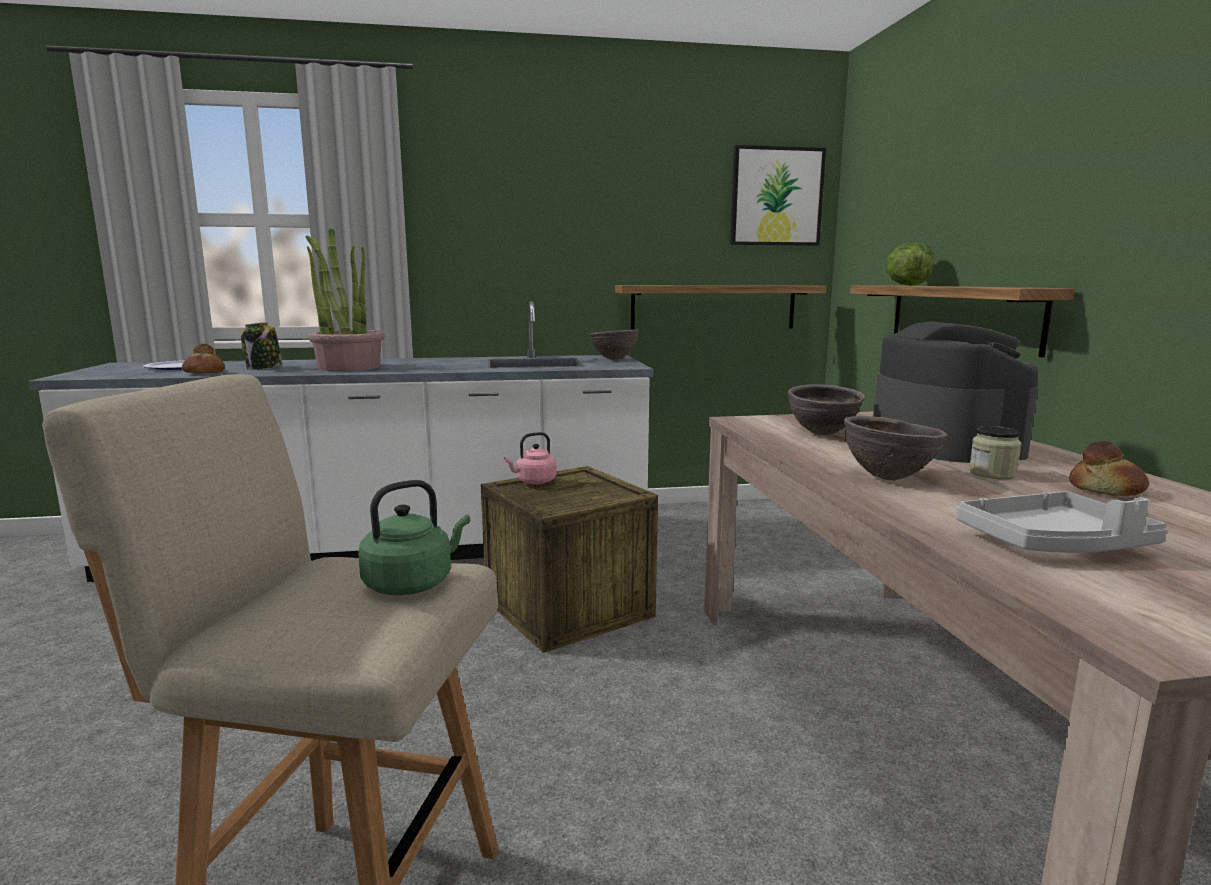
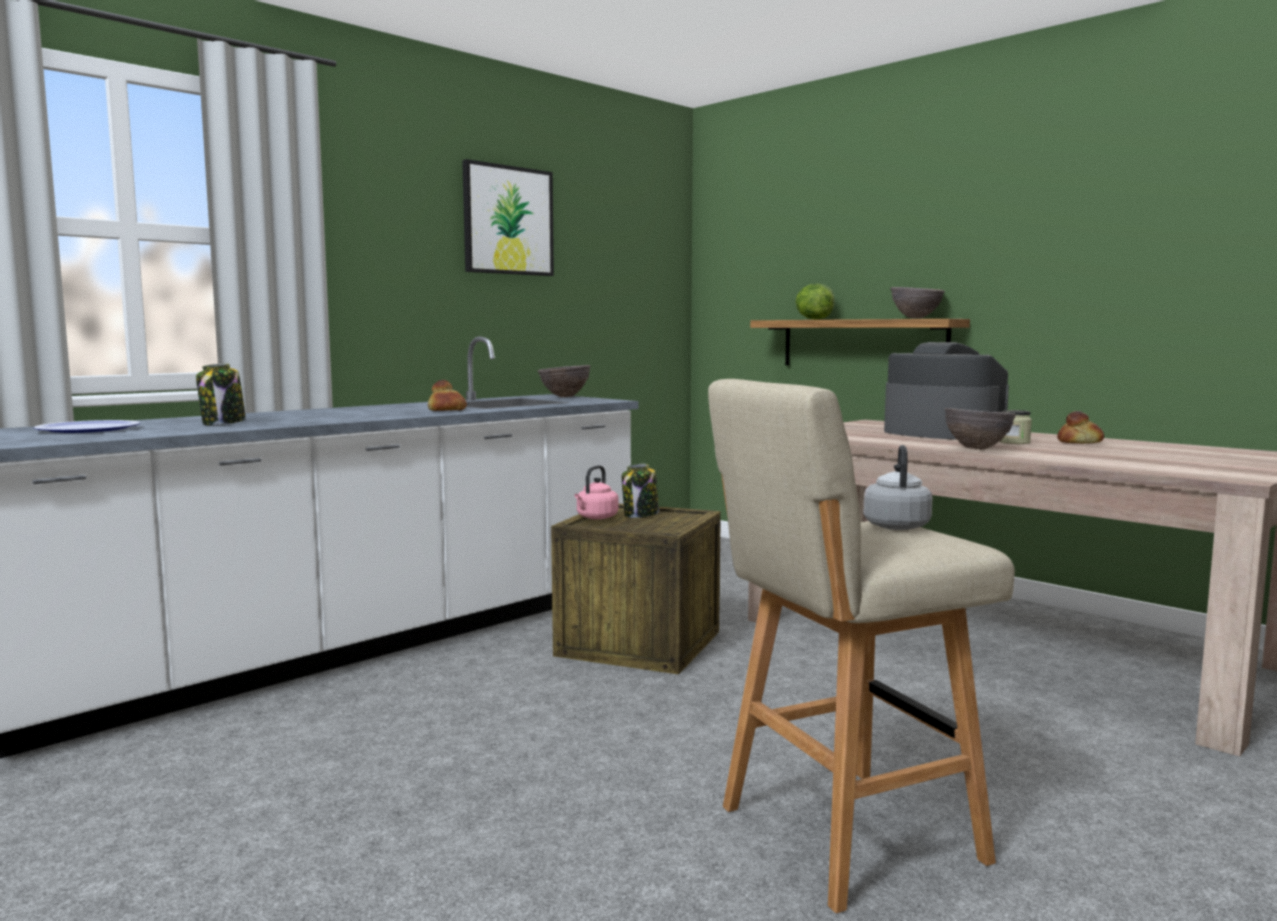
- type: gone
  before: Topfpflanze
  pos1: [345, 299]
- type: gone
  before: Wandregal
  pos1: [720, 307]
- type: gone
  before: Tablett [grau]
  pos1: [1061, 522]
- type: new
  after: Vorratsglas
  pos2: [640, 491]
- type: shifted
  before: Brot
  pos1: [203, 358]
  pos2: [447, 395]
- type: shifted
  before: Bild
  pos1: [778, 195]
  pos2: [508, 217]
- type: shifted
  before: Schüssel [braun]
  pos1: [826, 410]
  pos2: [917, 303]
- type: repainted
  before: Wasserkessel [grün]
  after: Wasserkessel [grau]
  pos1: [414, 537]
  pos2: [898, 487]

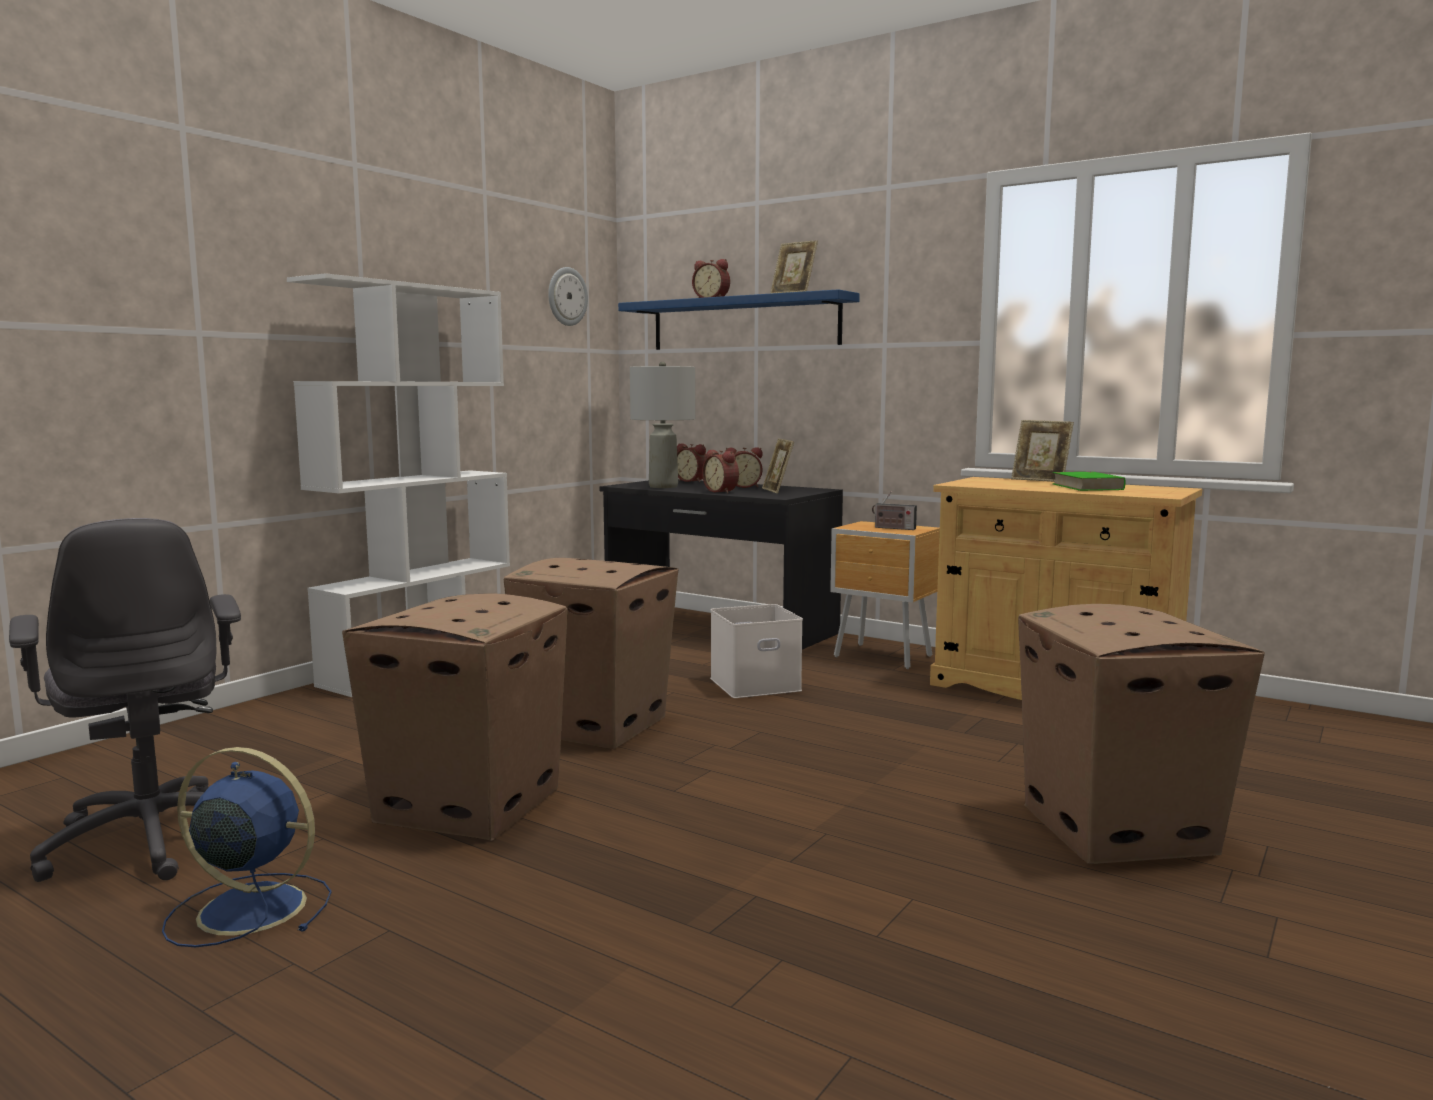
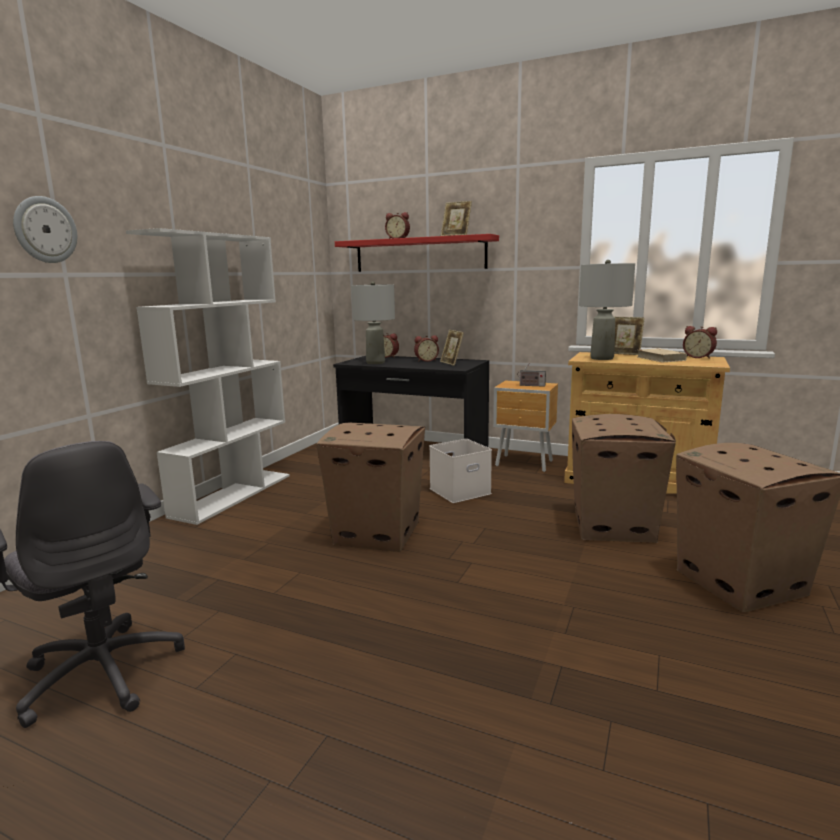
- type: gone
  before: Ventilator [blau]
  pos1: [247, 847]
- type: new
  after: Tischlampe [grau]
  pos2: [607, 310]
- type: shifted
  before: Karton
  pos1: [455, 717]
  pos2: [624, 478]
- type: shifted
  before: Wanduhr
  pos1: [568, 296]
  pos2: [45, 229]
- type: shifted
  before: Wecker
  pos1: [720, 471]
  pos2: [700, 342]
- type: repainted
  before: Wandregal [blau]
  after: Wandregal [rot]
  pos1: [739, 319]
  pos2: [417, 253]
- type: repainted
  before: Buch [grün]
  after: Buch [beige]
  pos1: [1088, 481]
  pos2: [662, 355]

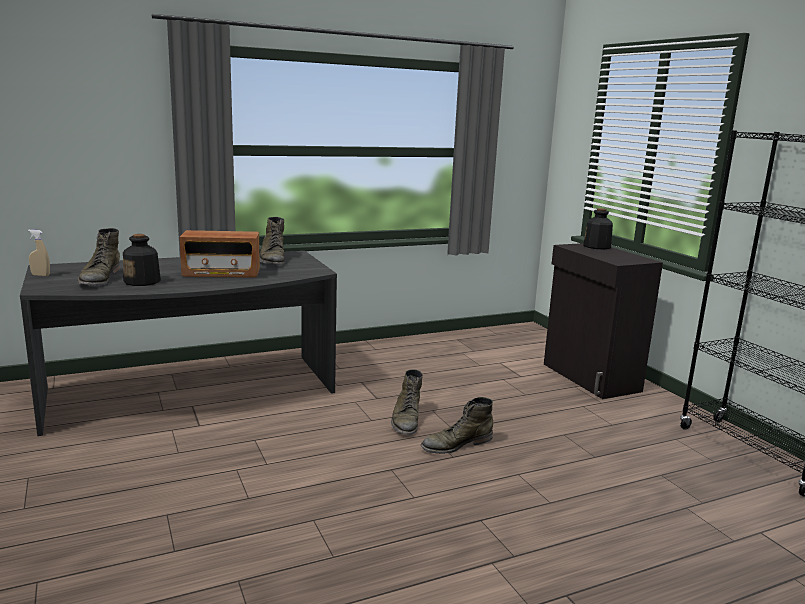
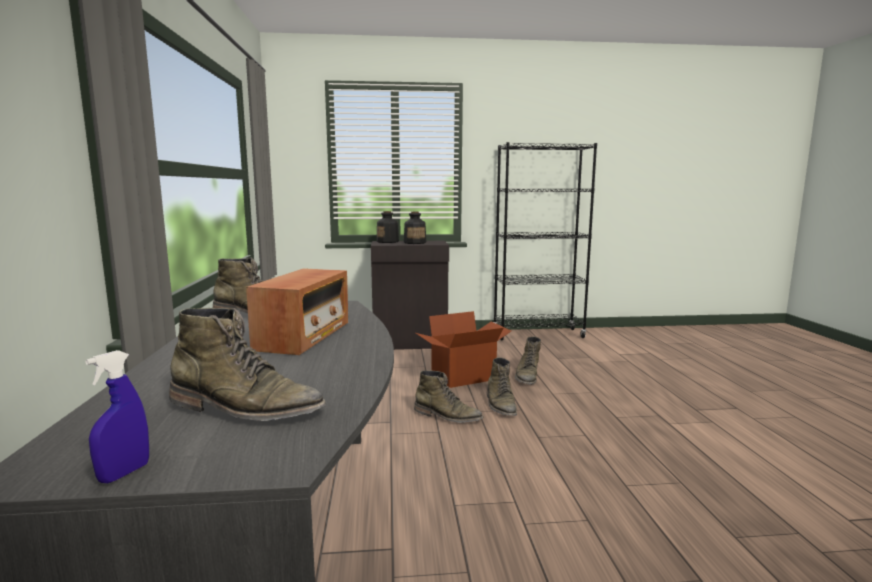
- type: new
  after: Karton
  pos2: [463, 349]
- type: new
  after: Stiefel [grün]
  pos2: [528, 361]
- type: shifted
  before: Flasche
  pos1: [142, 260]
  pos2: [415, 228]
- type: repainted
  before: Sprühflasche [beige]
  after: Sprühflasche [blau]
  pos1: [39, 252]
  pos2: [117, 416]

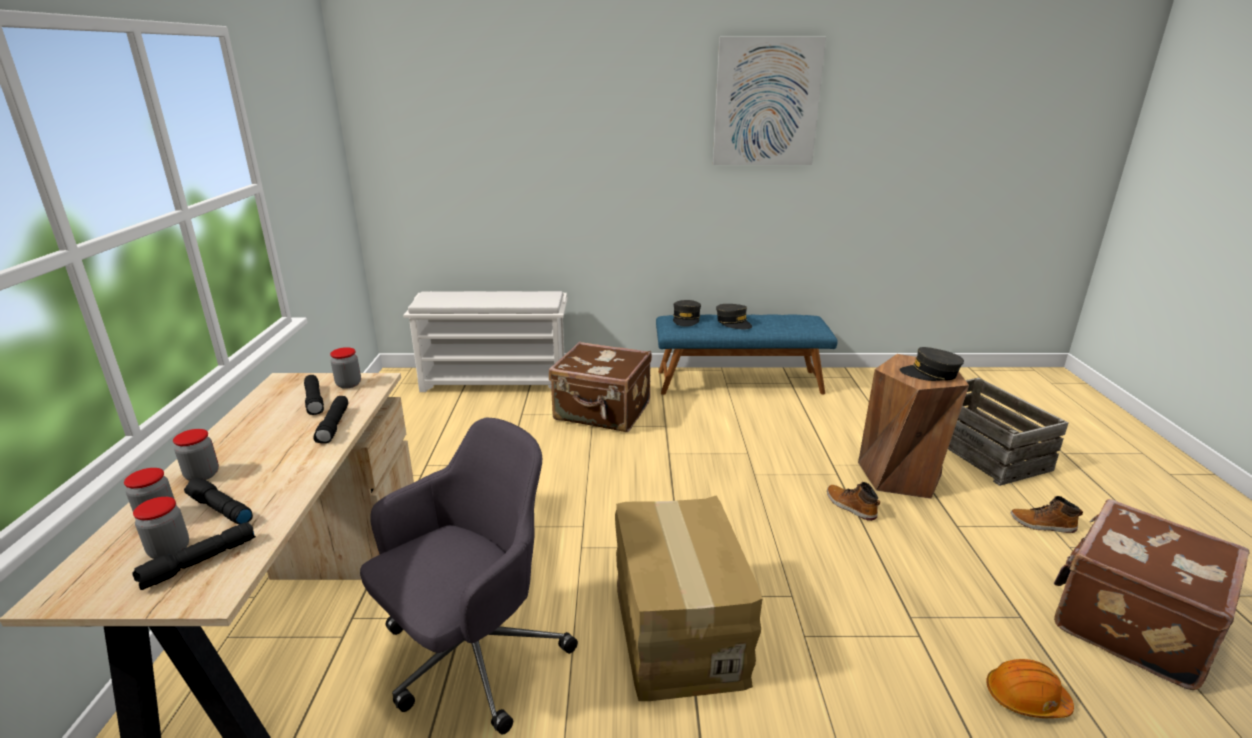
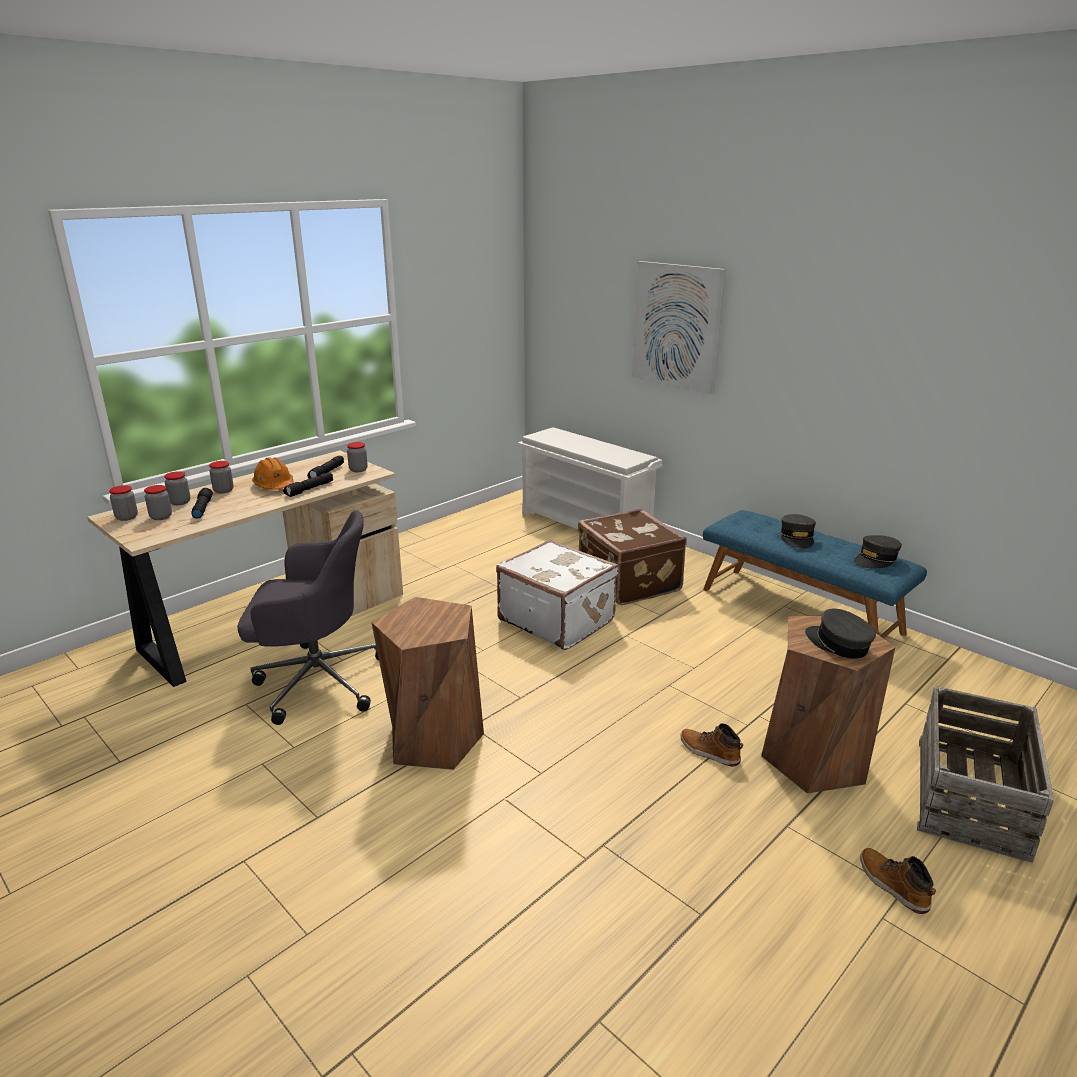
- type: gone
  before: Taschenlampe [schwarz]
  pos1: [194, 556]
- type: gone
  before: Koffer [braun]
  pos1: [1152, 594]
- type: new
  after: Vorratsglas
  pos2: [123, 503]
- type: new
  after: Koffer [weiß]
  pos2: [557, 595]
- type: shifted
  before: Kappe [grau]
  pos1: [687, 313]
  pos2: [878, 551]
- type: shifted
  before: Bild
  pos1: [769, 101]
  pos2: [678, 327]
- type: shifted
  before: Schutzhelm [orange]
  pos1: [1030, 688]
  pos2: [273, 473]
- type: swapped
  before: Karton
  after: Hocker [braun]
  pos1: [689, 598]
  pos2: [427, 683]
- type: rotated
  before: Stiefel
  pos1: [853, 501]
  pos2: [711, 745]
  turn: -60

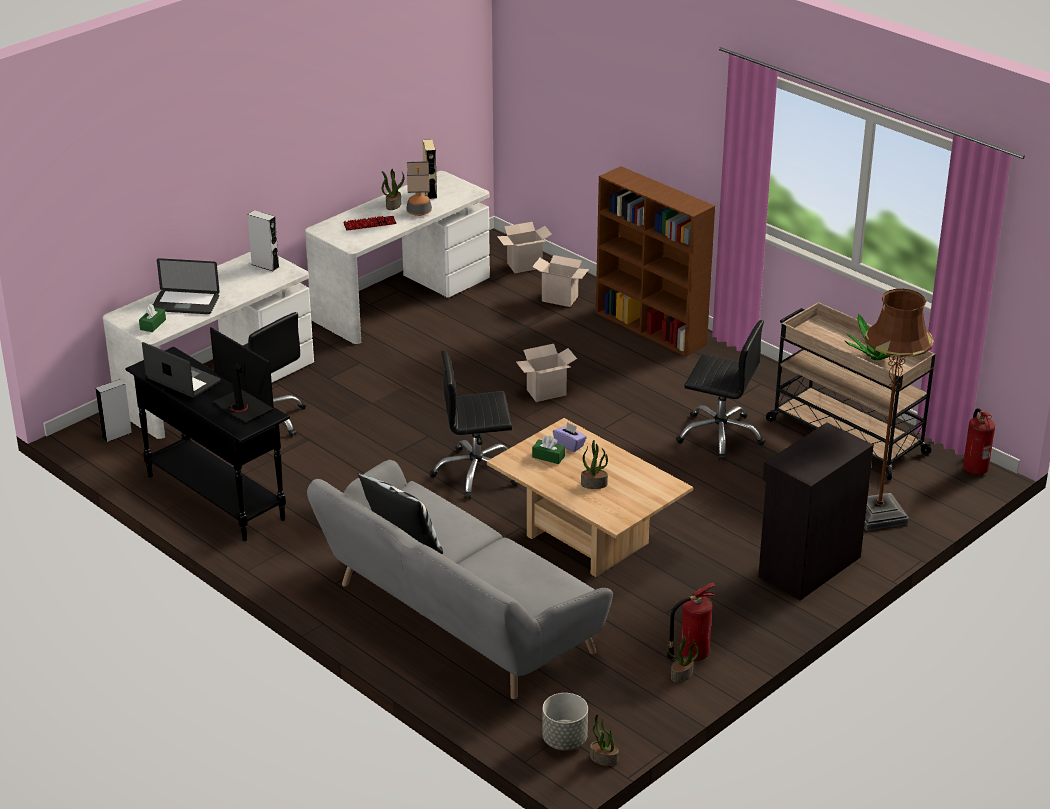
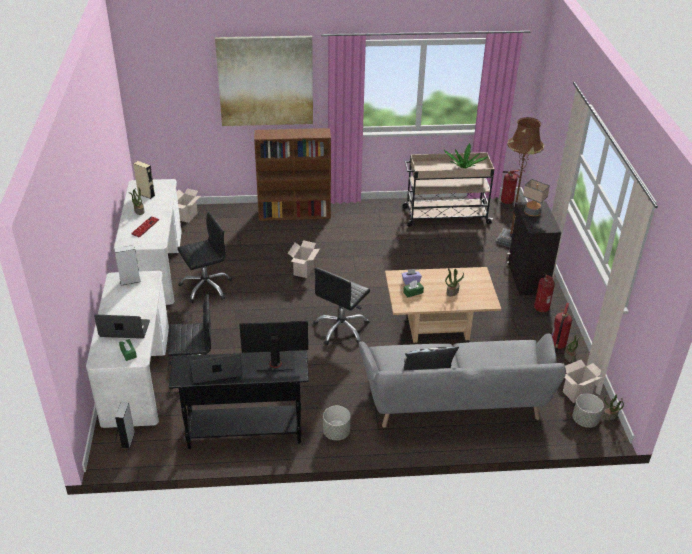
- type: new
  after: Bild
  pos2: [264, 81]
- type: new
  after: Pflanzkübel [grau]
  pos2: [336, 423]
- type: new
  after: Feuerlöscher
  pos2: [544, 292]
- type: shifted
  before: Tischlampe
  pos1: [419, 188]
  pos2: [536, 197]
- type: shifted
  before: Karton
  pos1: [560, 281]
  pos2: [582, 381]
- type: shifted
  before: Bürostuhl [schwarz]
  pos1: [720, 390]
  pos2: [204, 257]
- type: rotated
  before: Laptop
  pos1: [186, 286]
  pos2: [122, 327]
  turn: -135

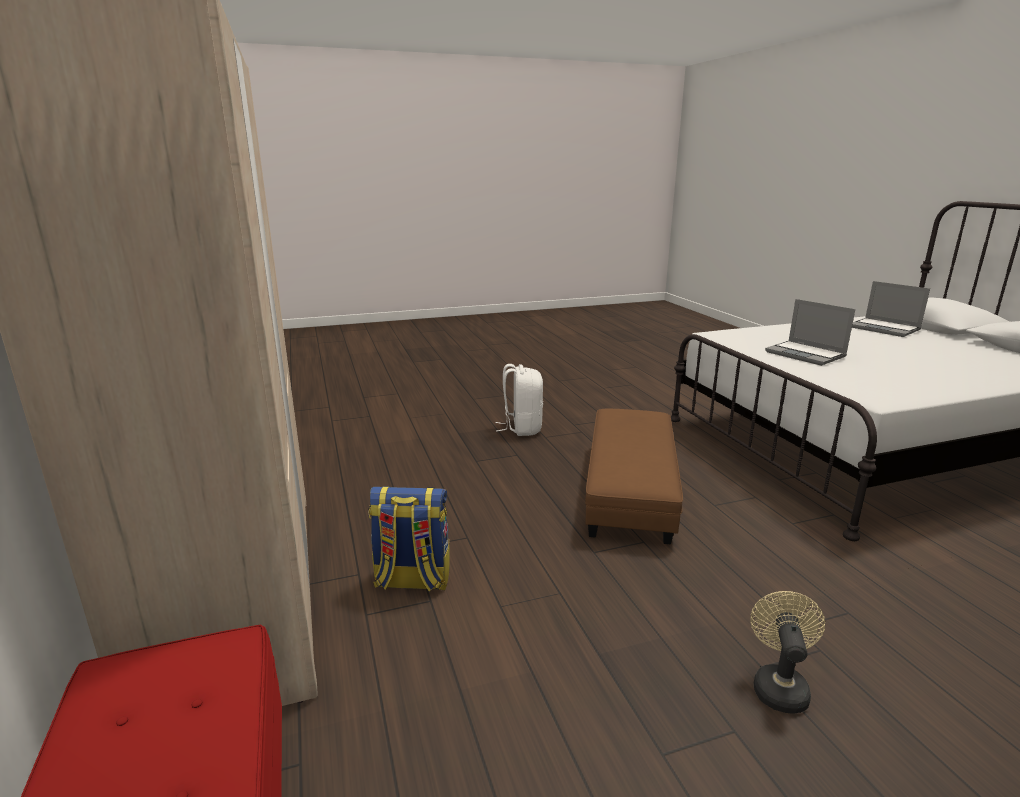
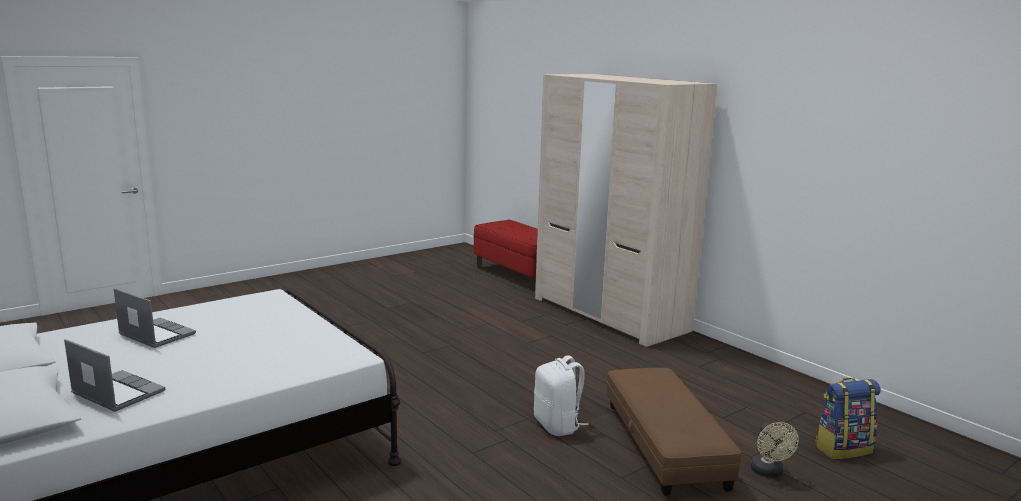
- type: shifted
  before: Rucksack
  pos1: [409, 538]
  pos2: [848, 418]
- type: shifted
  before: Polsterhocker [braun]
  pos1: [634, 476]
  pos2: [674, 432]
- type: shifted
  before: Ventilator [beige]
  pos1: [787, 652]
  pos2: [774, 449]
- type: shifted
  before: Laptop
  pos1: [810, 332]
  pos2: [155, 318]

